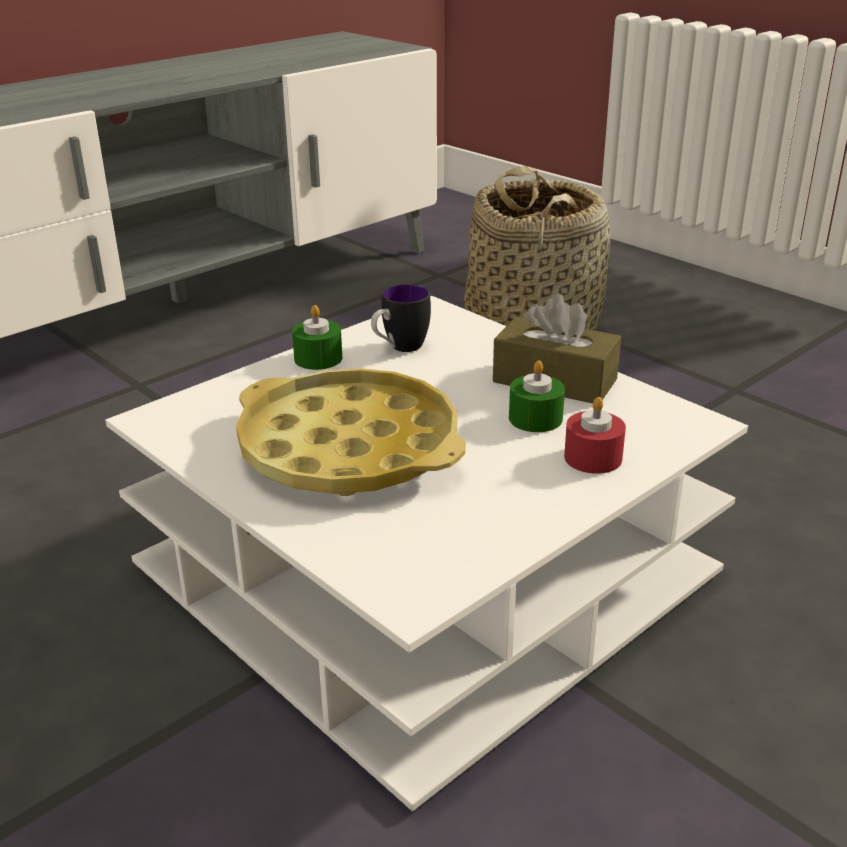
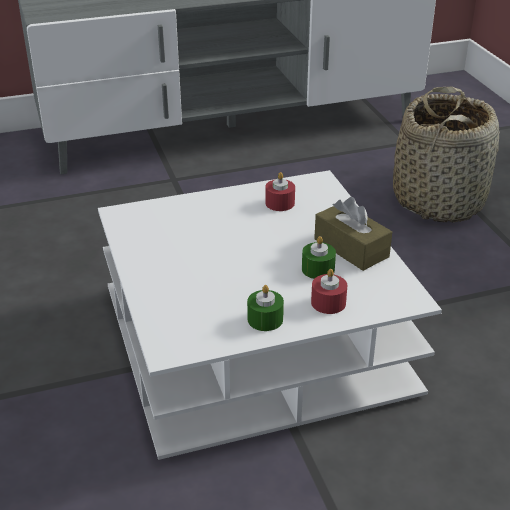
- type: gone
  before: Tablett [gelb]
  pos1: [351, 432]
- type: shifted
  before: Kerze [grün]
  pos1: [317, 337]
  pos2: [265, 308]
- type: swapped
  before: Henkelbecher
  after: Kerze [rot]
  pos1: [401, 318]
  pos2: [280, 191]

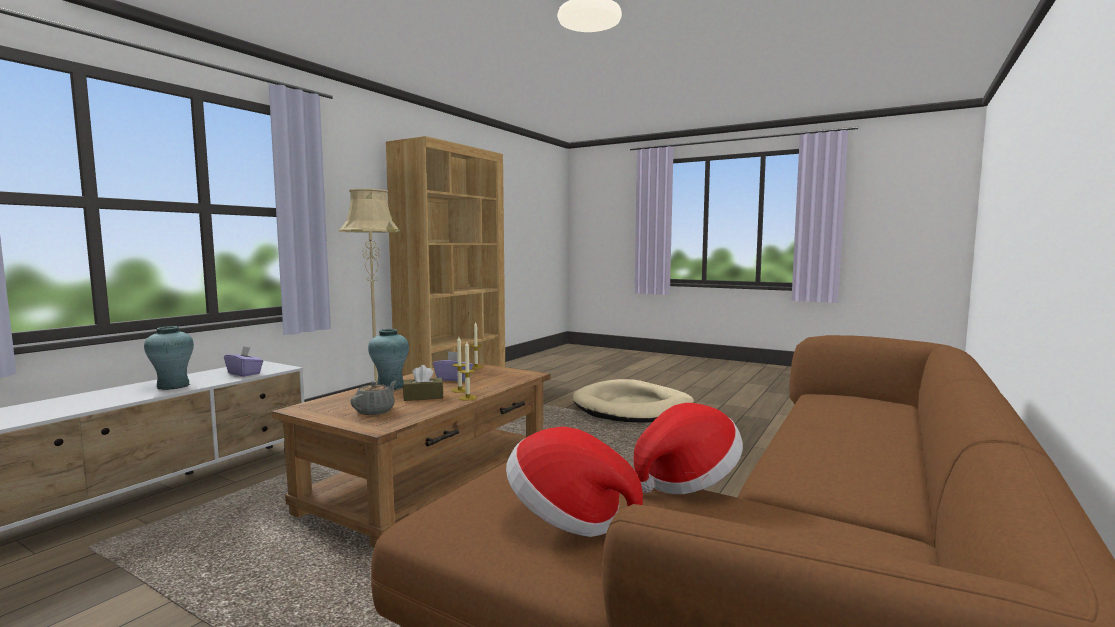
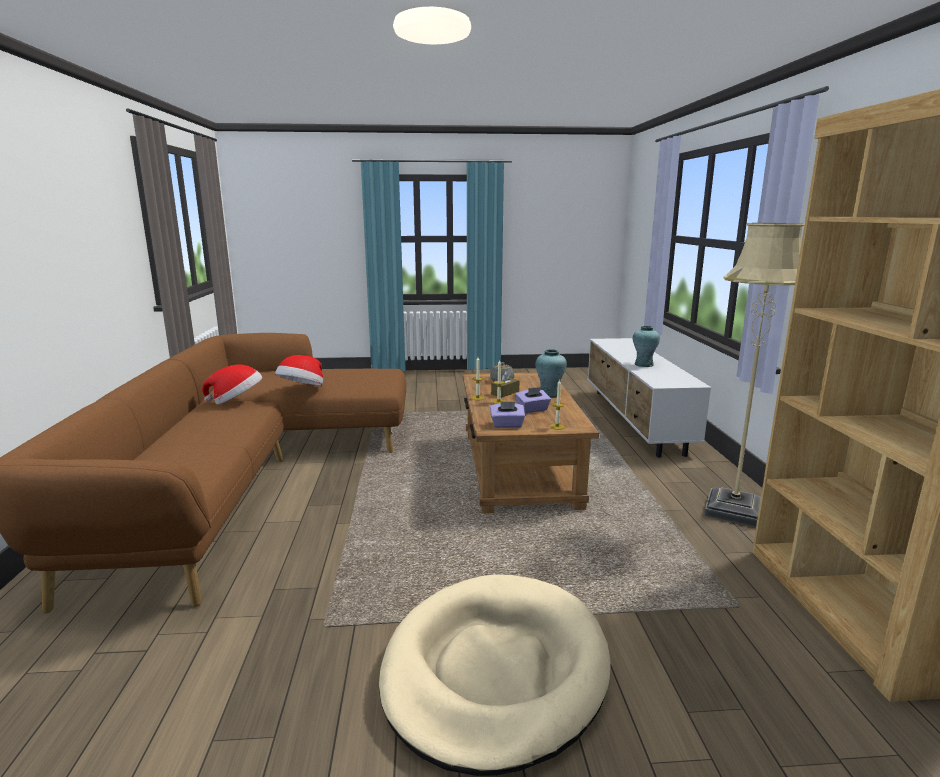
- type: shifted
  before: Taschentuchbox [lila]
  pos1: [243, 361]
  pos2: [507, 414]
- type: shifted
  before: Hut
  pos1: [574, 482]
  pos2: [232, 384]

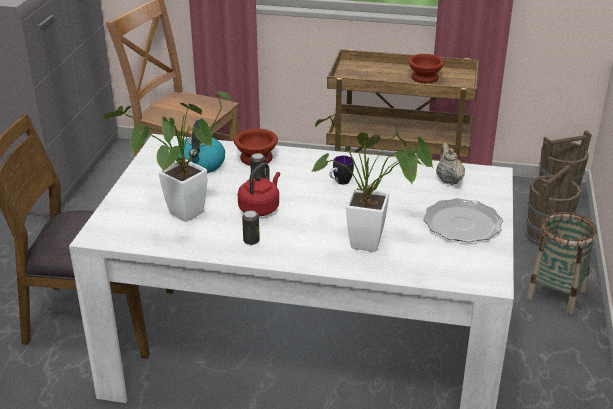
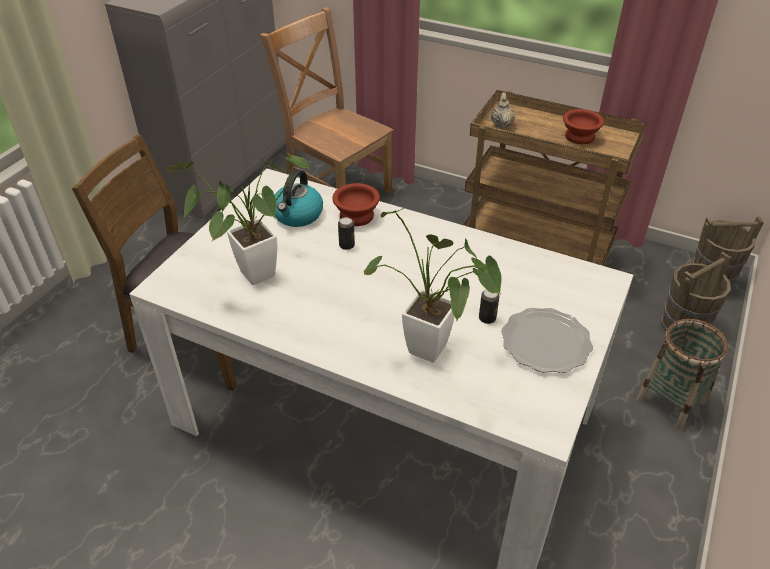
- type: gone
  before: Wasserkessel [rot]
  pos1: [259, 189]
- type: gone
  before: Henkelbecher
  pos1: [341, 170]
- type: shifted
  before: Dose
  pos1: [251, 227]
  pos2: [489, 307]
- type: shifted
  before: Teekanne [beige]
  pos1: [450, 164]
  pos2: [503, 110]

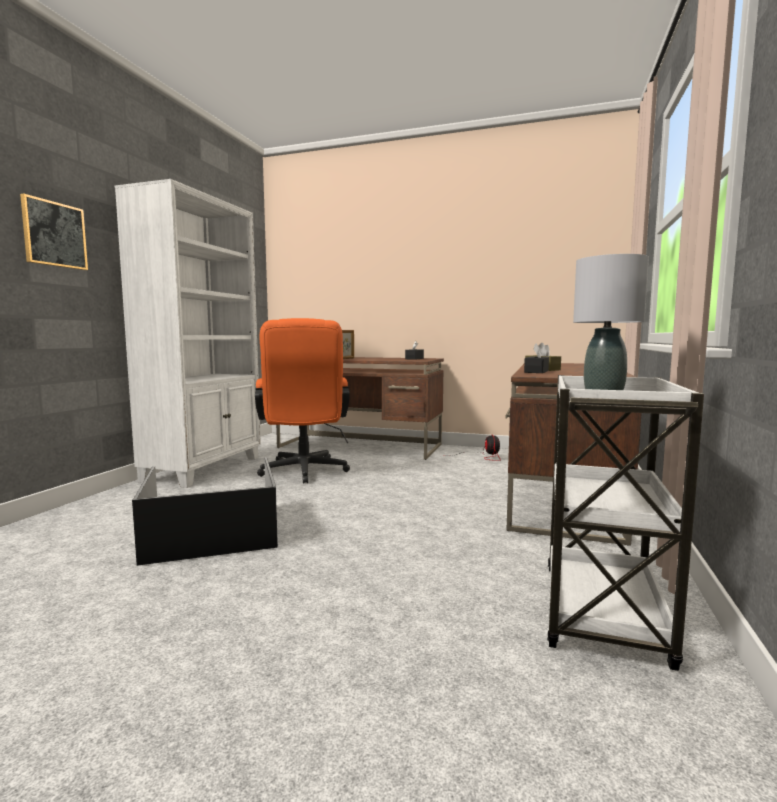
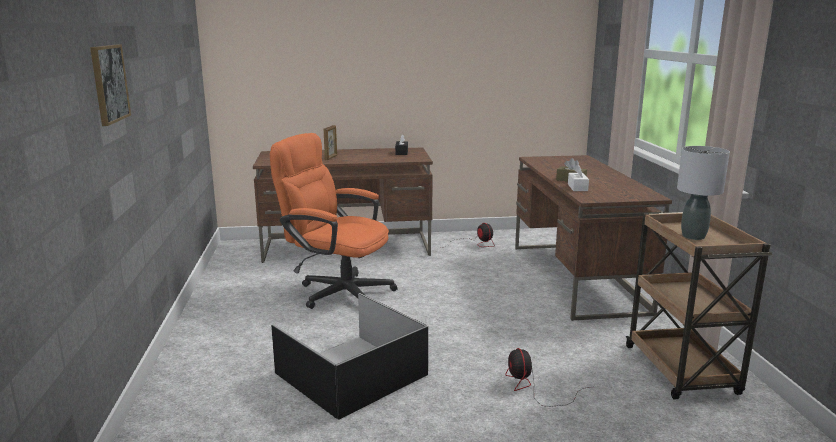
- type: gone
  before: Bücherregal [weiß]
  pos1: [188, 333]
- type: new
  after: Ventilator
  pos2: [547, 377]
- type: repainted
  before: Taschentuchbox [schwarz]
  after: Taschentuchbox [weiß]
  pos1: [536, 358]
  pos2: [578, 177]
- type: repainted
  before: Rollwagen [weiß]
  after: Rollwagen [braun]
  pos1: [625, 523]
  pos2: [698, 305]
- type: rotated
  before: Bürostuhl [orange]
  pos1: [302, 401]
  pos2: [333, 221]
  turn: 150

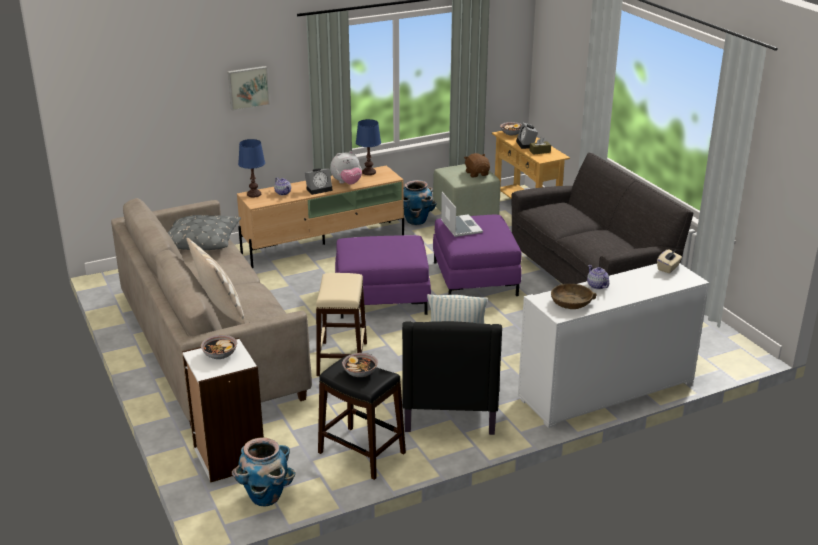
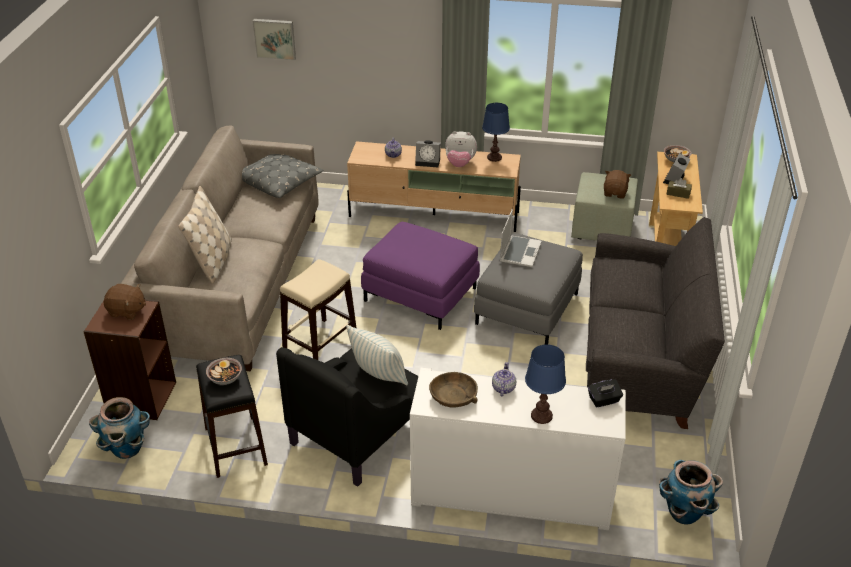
- type: shifted
  before: Bild
  pos1: [249, 88]
  pos2: [274, 39]
- type: shifted
  before: Tischlampe [blau]
  pos1: [251, 168]
  pos2: [545, 384]
- type: shifted
  before: Pflanzkübel
  pos1: [420, 202]
  pos2: [691, 492]
- type: swapped
  before: Schüssel
  after: Plüschtier [braun]
  pos1: [219, 347]
  pos2: [125, 302]
- type: repainted
  before: Bücherregal [weiß]
  after: Bücherregal [braun]
  pos1: [223, 410]
  pos2: [129, 359]
- type: repainted
  before: Polsterhocker [lila]
  after: Polsterhocker [grau]
  pos1: [477, 255]
  pos2: [528, 288]
- type: repainted
  before: Taschentuchbox [beige]
  after: Taschentuchbox [schwarz]
  pos1: [669, 261]
  pos2: [605, 393]

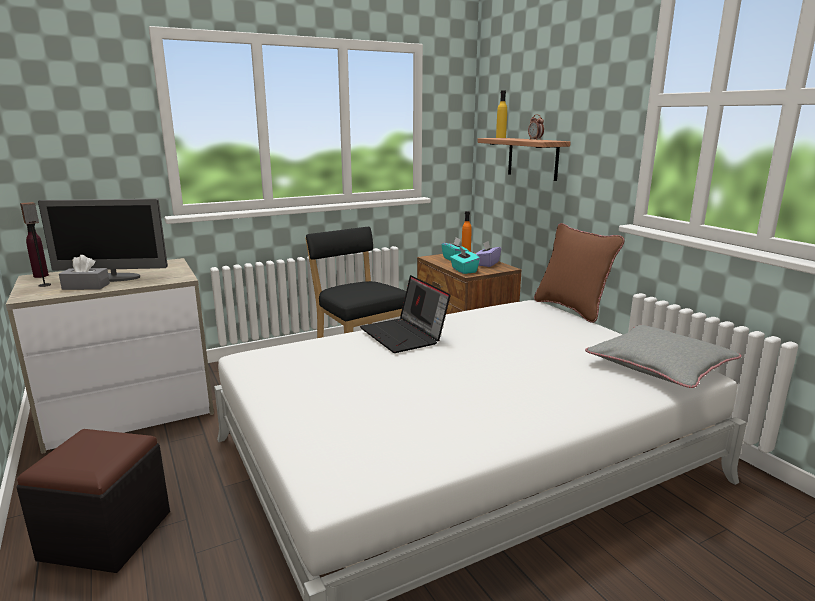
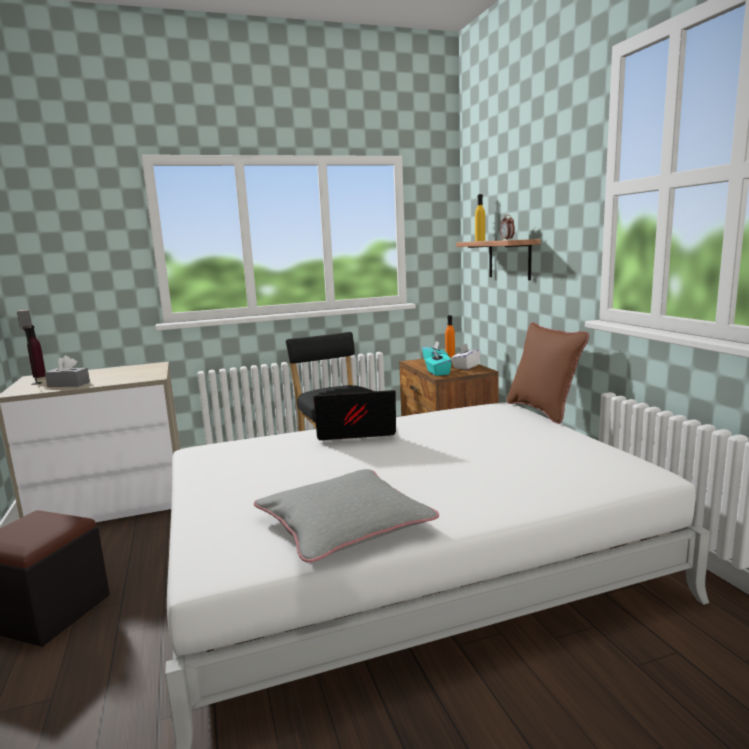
- type: gone
  before: Monitor
  pos1: [103, 240]
- type: shifted
  before: Kissen [grau]
  pos1: [663, 356]
  pos2: [346, 516]
- type: repainted
  before: Taschentuchbox [lila]
  after: Taschentuchbox [weiß]
  pos1: [488, 254]
  pos2: [466, 356]
- type: rotated
  before: Laptop
  pos1: [405, 314]
  pos2: [355, 415]
  turn: 105

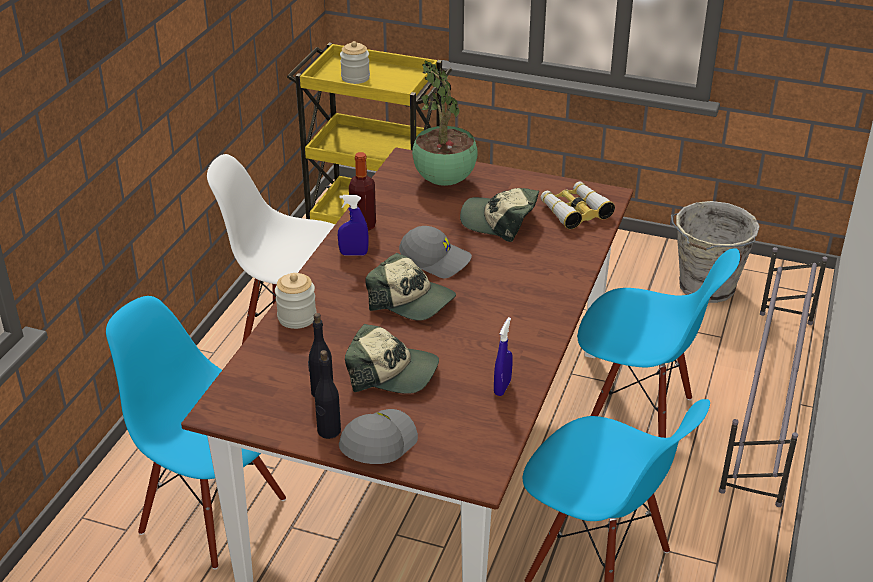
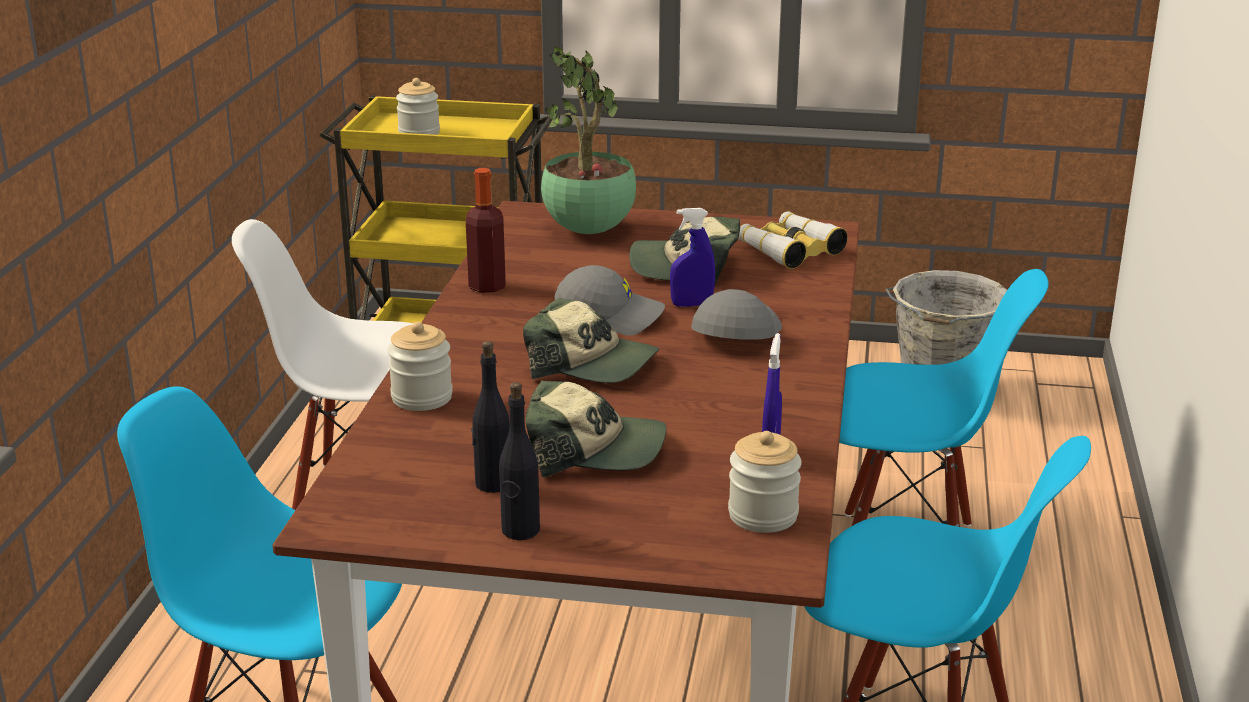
- type: gone
  before: Schuhregal [grau]
  pos1: [773, 377]
- type: new
  after: Vorratsglas
  pos2: [765, 482]
- type: shifted
  before: Sprühflasche [blau]
  pos1: [353, 225]
  pos2: [692, 257]
- type: shifted
  before: Kappe [grau]
  pos1: [378, 436]
  pos2: [736, 314]

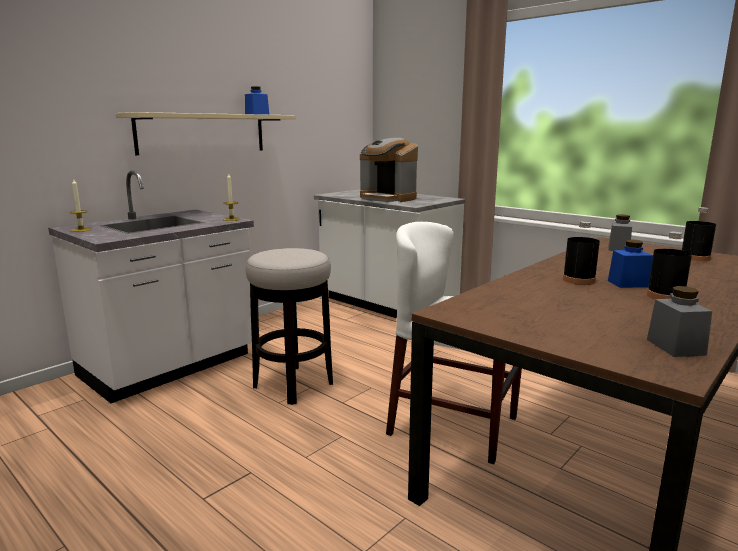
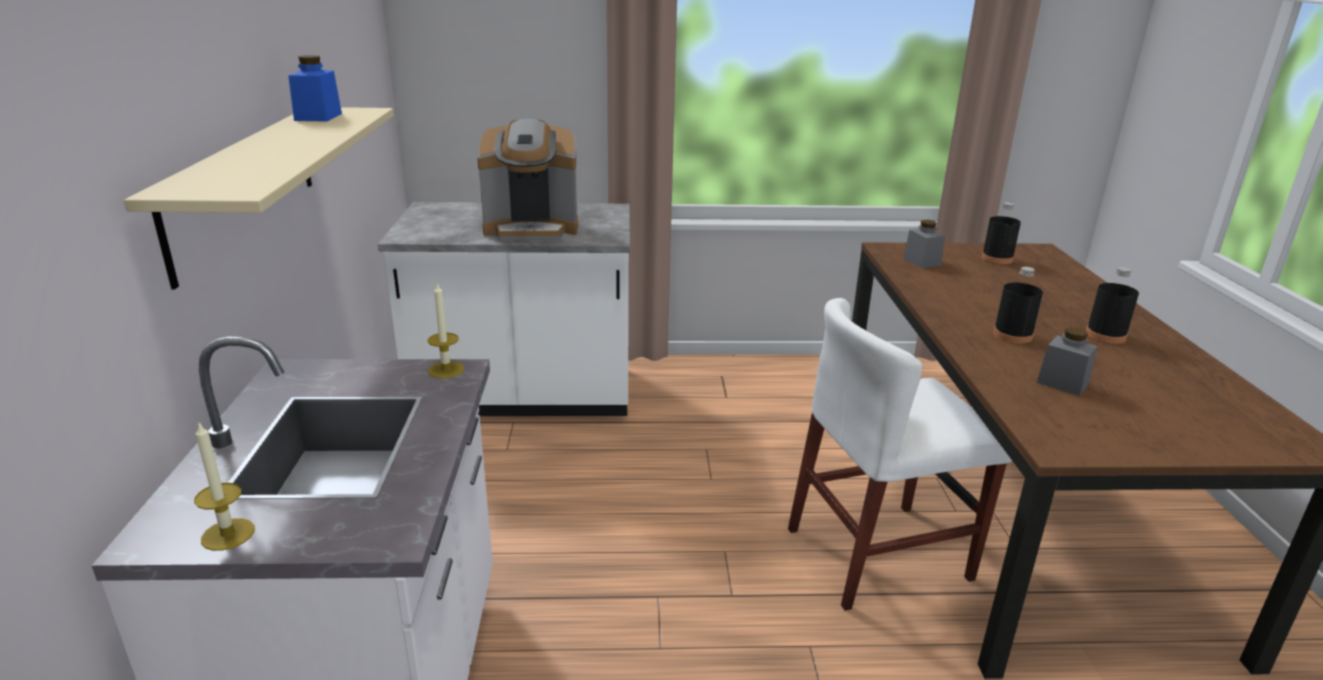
- type: gone
  before: Hocker
  pos1: [289, 326]
- type: gone
  before: Vorratsglas [blau]
  pos1: [630, 264]
- type: shifted
  before: Vorratsglas [grau]
  pos1: [679, 321]
  pos2: [1067, 361]

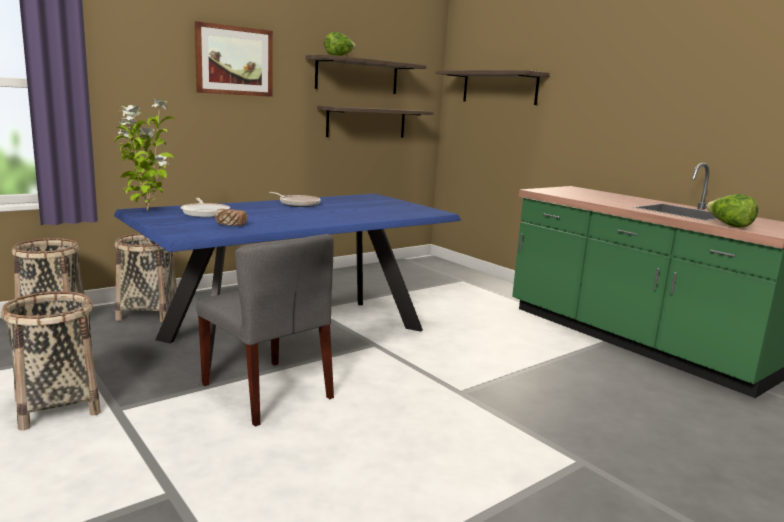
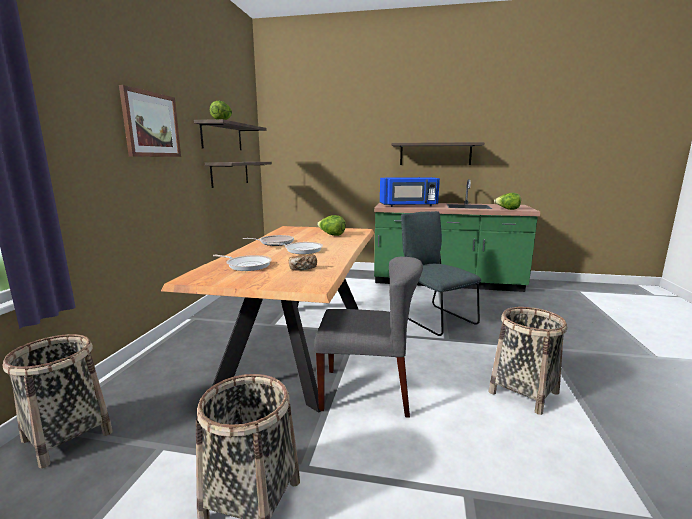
- type: gone
  before: Topfpflanze
  pos1: [145, 154]
- type: new
  after: Pfanne
  pos2: [295, 248]
- type: new
  after: Salatkopf
  pos2: [331, 225]
- type: new
  after: Mikrowelle [blau]
  pos2: [410, 192]
- type: new
  after: Stuhl [grau]
  pos2: [441, 273]
- type: shifted
  before: Korb
  pos1: [146, 277]
  pos2: [528, 361]
- type: shifted
  before: Wandregal
  pos1: [492, 87]
  pos2: [438, 153]
- type: repainted
  before: Esstisch [blau]
  after: Esstisch [braun]
  pos1: [287, 289]
  pos2: [267, 319]

